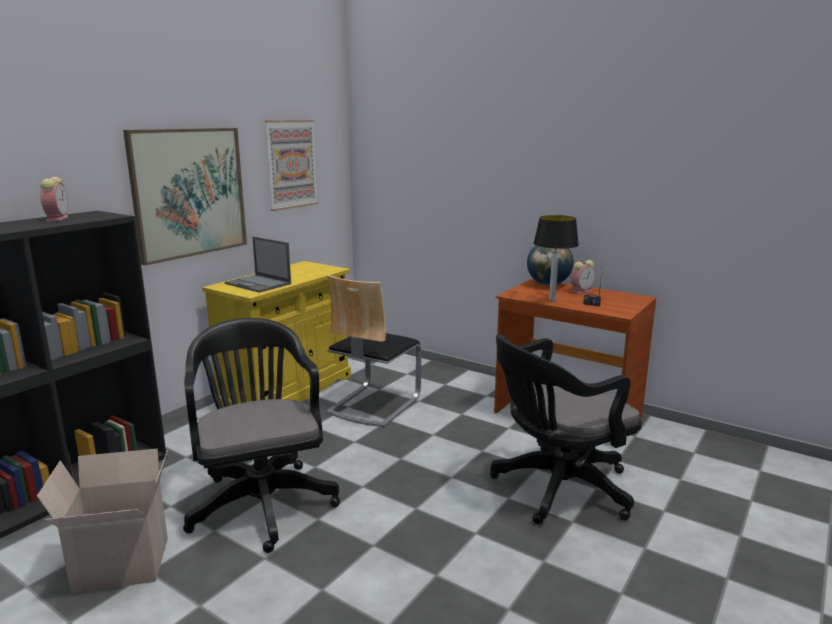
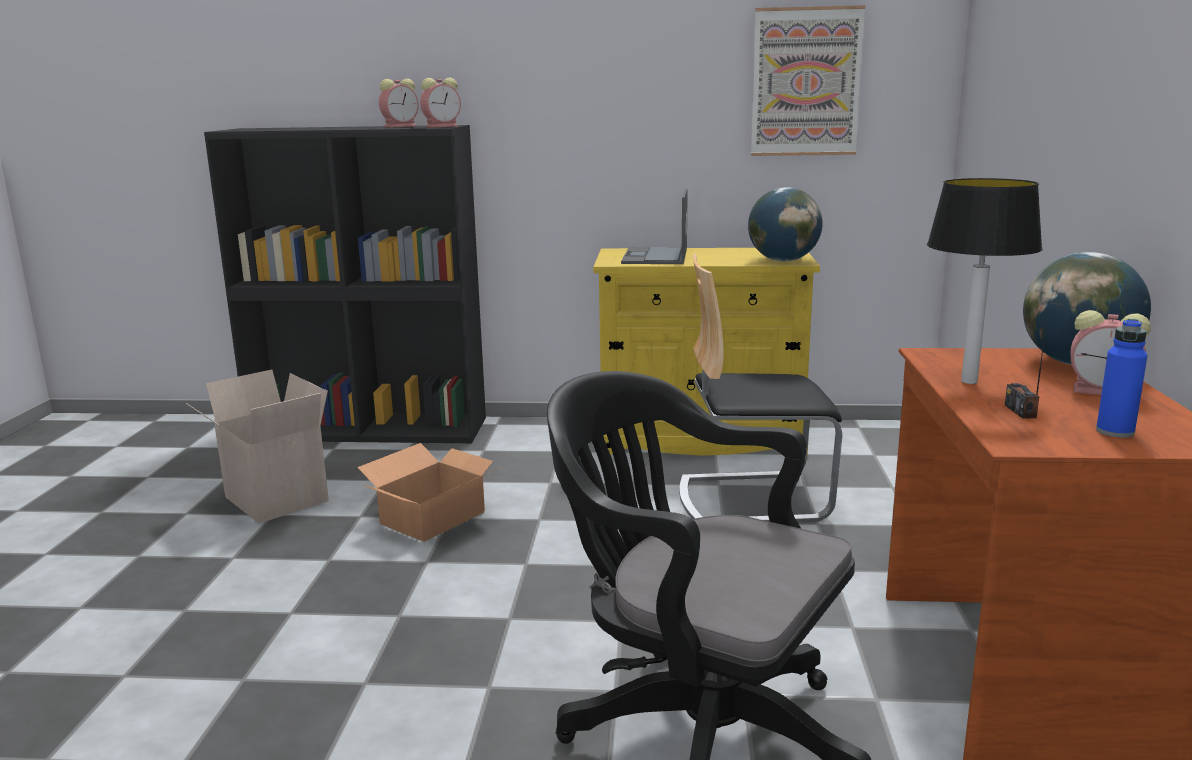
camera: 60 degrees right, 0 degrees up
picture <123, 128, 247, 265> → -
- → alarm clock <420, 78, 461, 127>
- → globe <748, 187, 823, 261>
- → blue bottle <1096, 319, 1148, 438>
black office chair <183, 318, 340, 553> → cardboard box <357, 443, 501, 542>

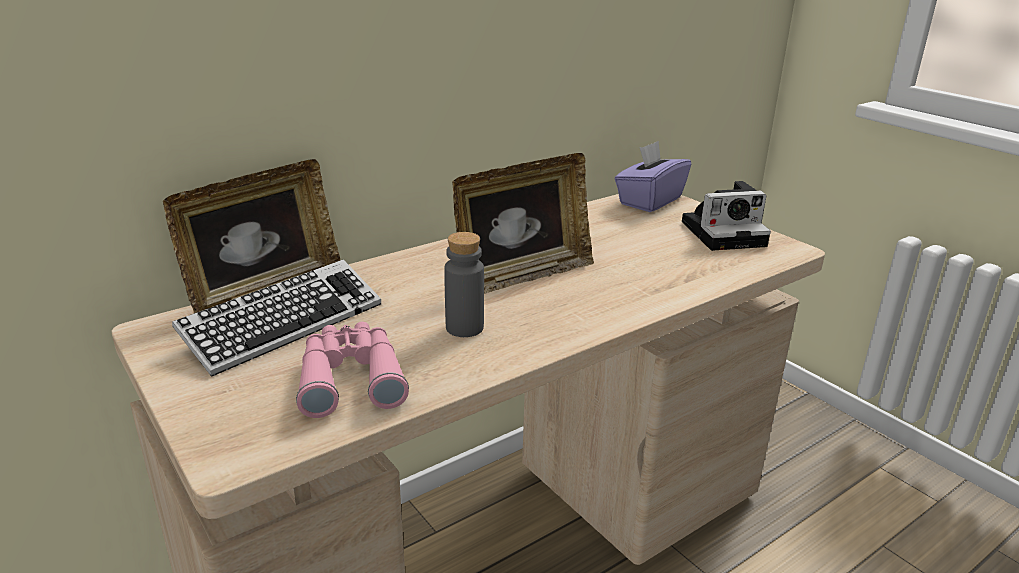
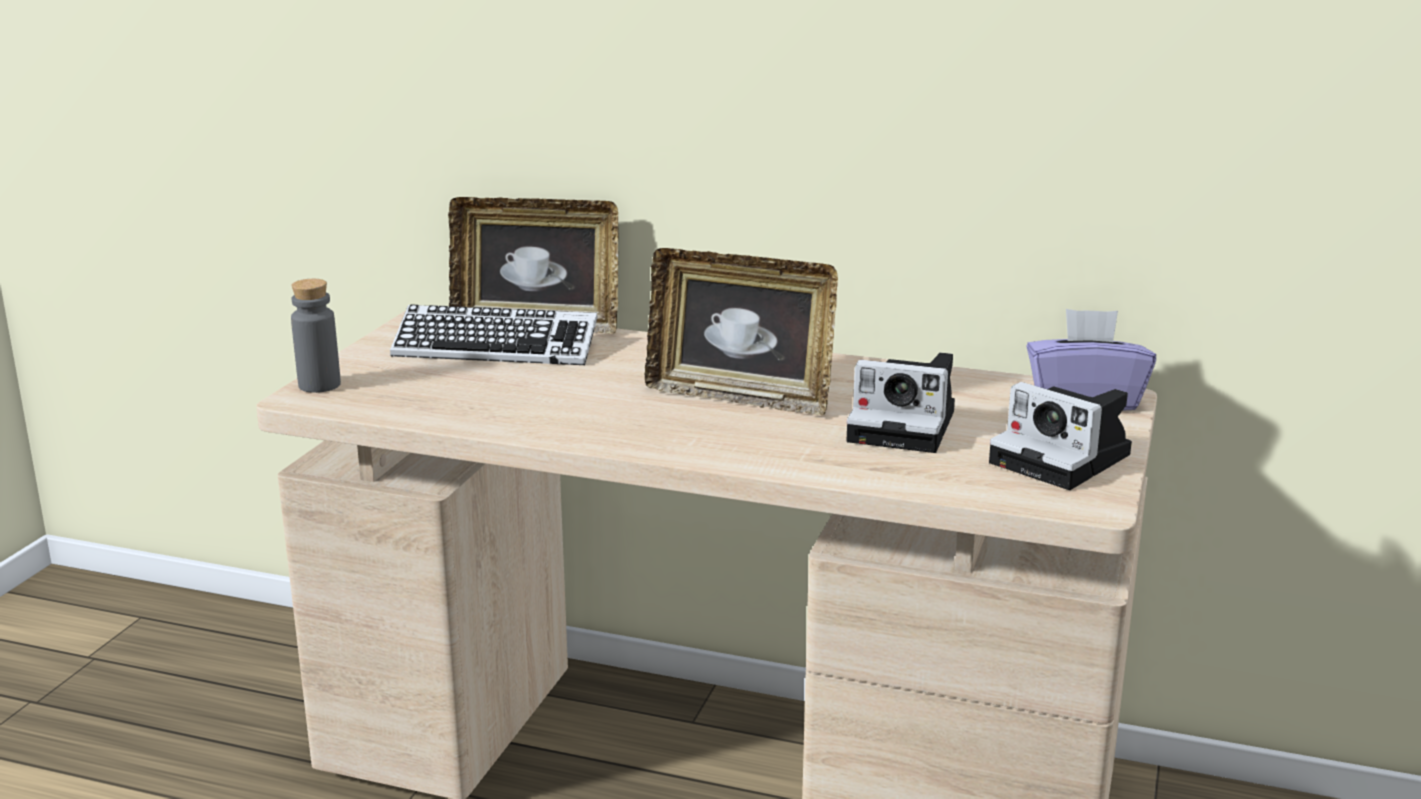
camera: 55 degrees right, 5 degrees down
pink binoculars <296, 322, 409, 418> → -
- → photo camera <846, 353, 955, 453>
grey bottle <444, 232, 484, 337> → grey bottle <291, 279, 341, 393>, shifted

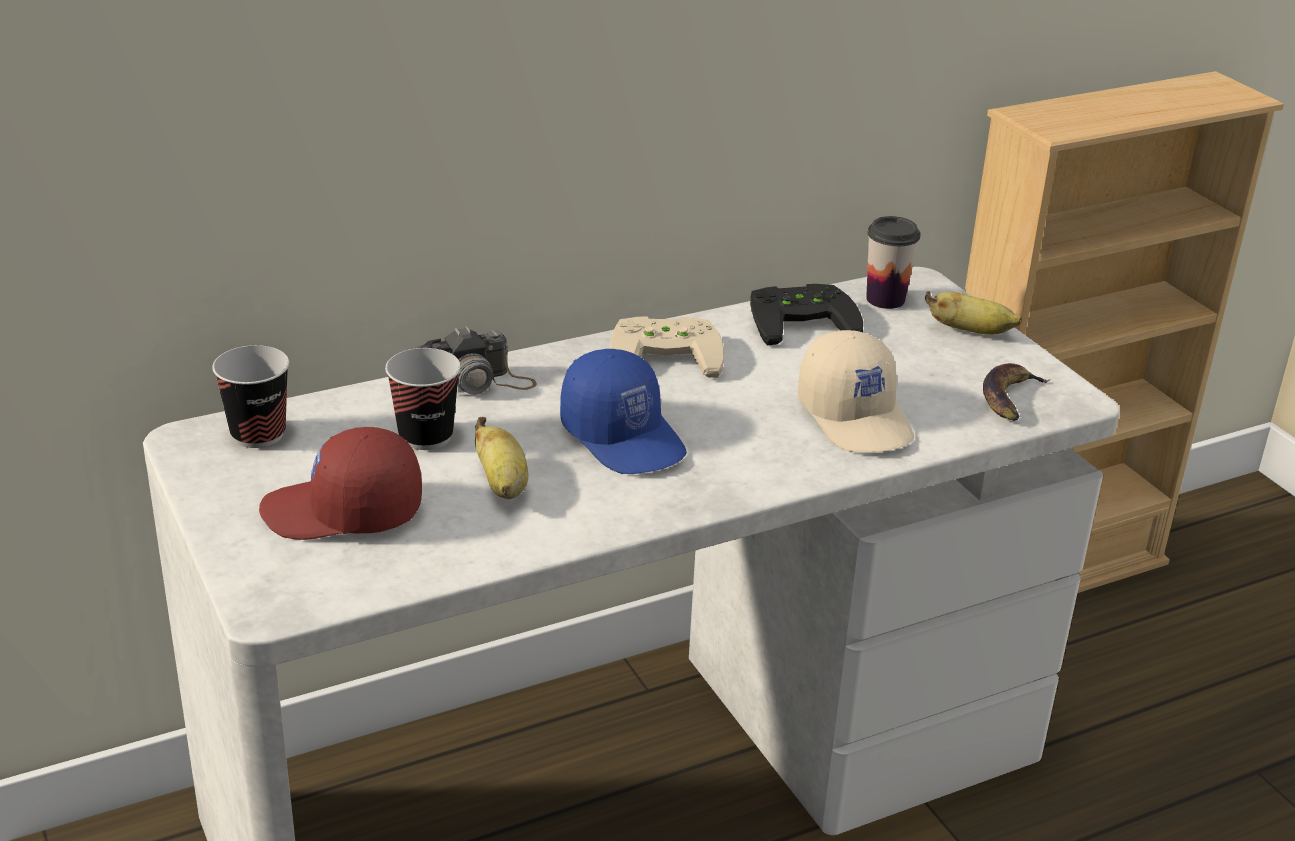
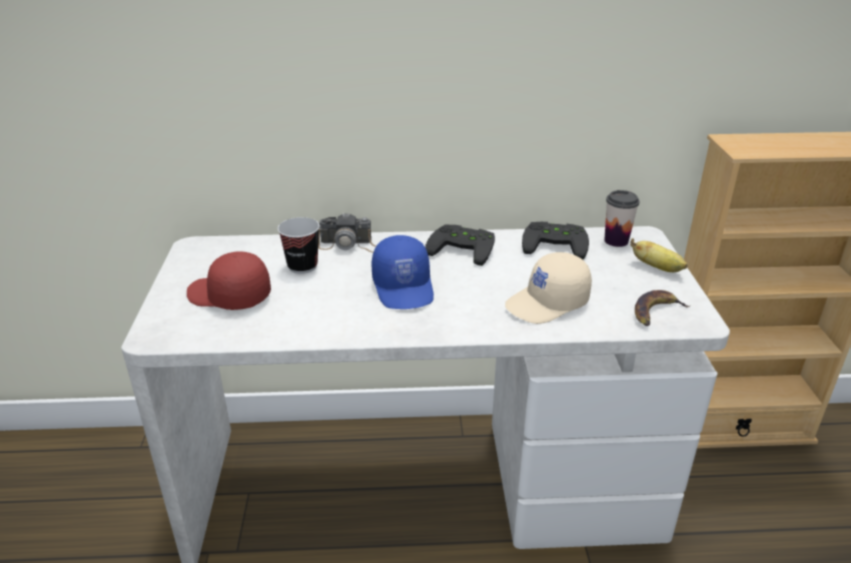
camera: 25 degrees right, 0 degrees up
cup <212, 345, 289, 448> → -
banana <475, 417, 528, 499> → -
beige game controller <610, 316, 724, 378> → black game controller <425, 225, 495, 266>
beige cap <798, 330, 914, 452> → beige cap <505, 252, 592, 324>, 60 degrees clockwise

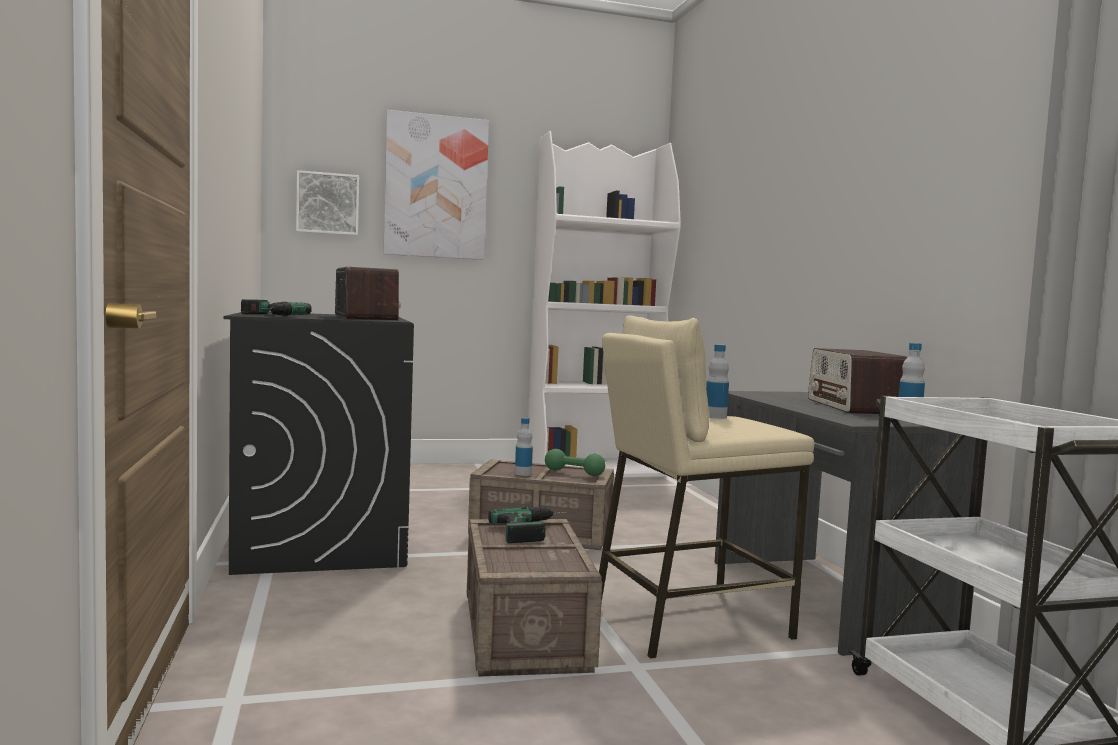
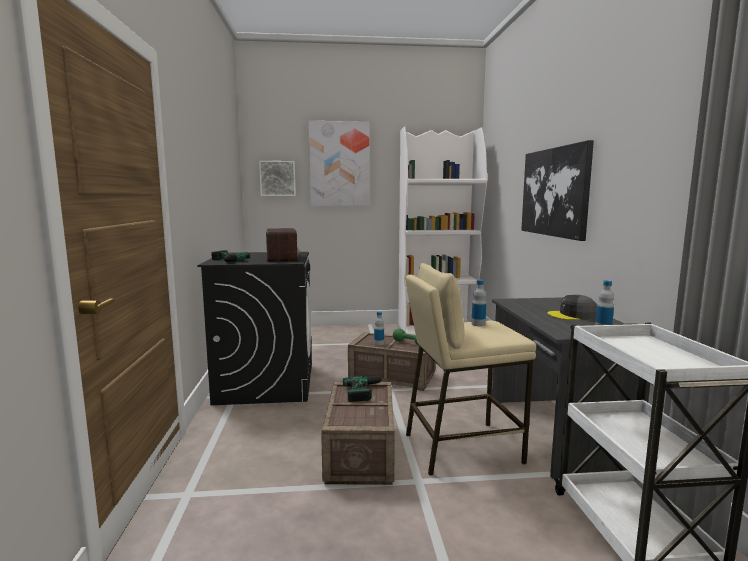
camera: 10 degrees right, 5 degrees up
- → picture <521, 140, 594, 241>
radio <808, 348, 908, 414> → grey cap <547, 295, 597, 320>

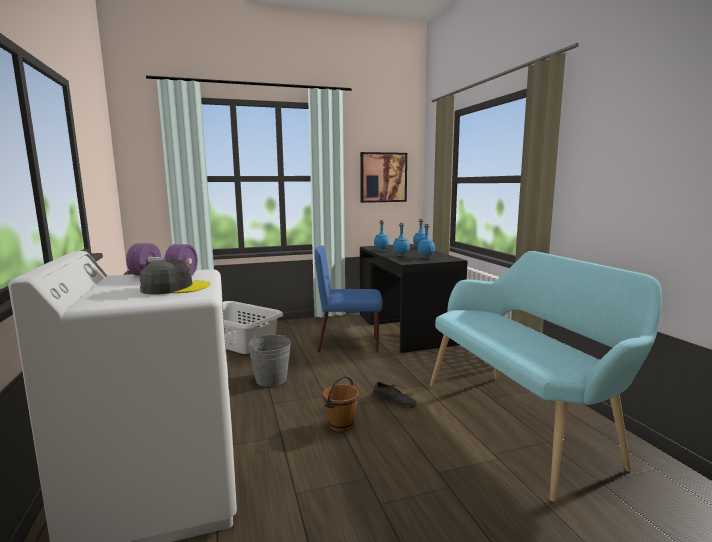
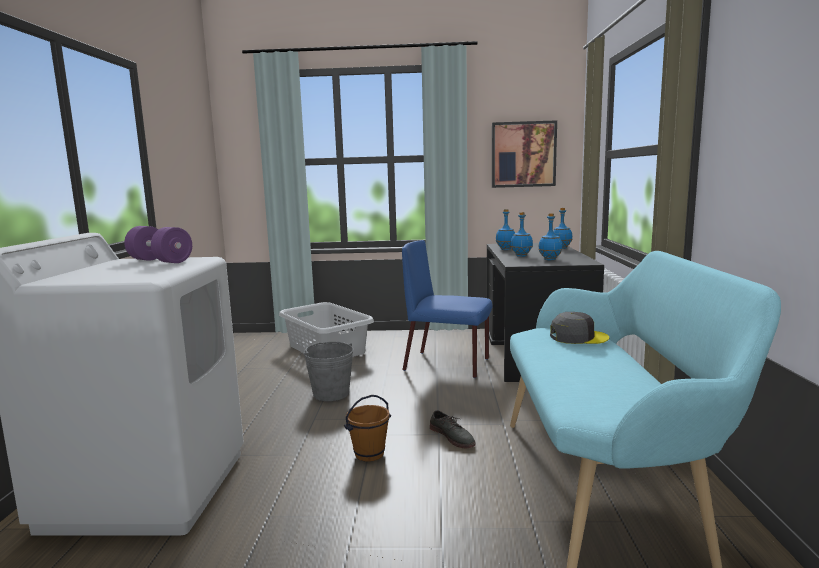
camera: 20 degrees right, 0 degrees up
grey cap <139, 259, 211, 295> → grey cap <550, 312, 609, 344>, shifted

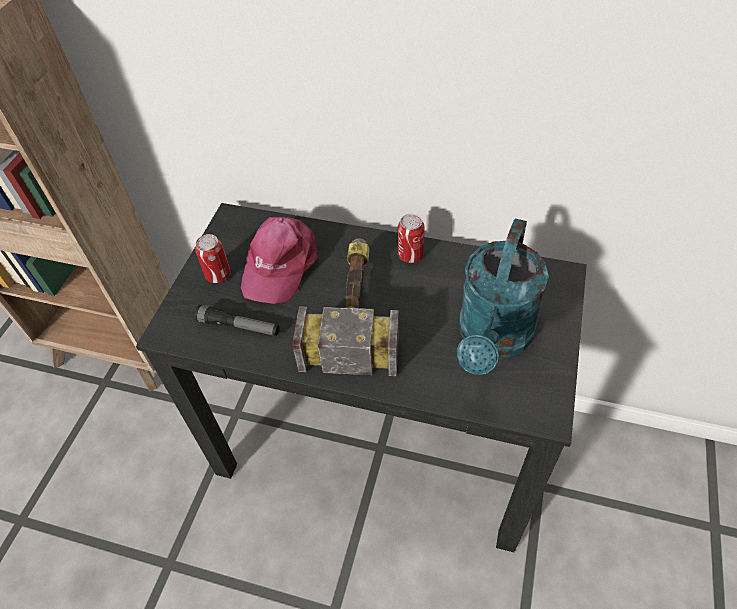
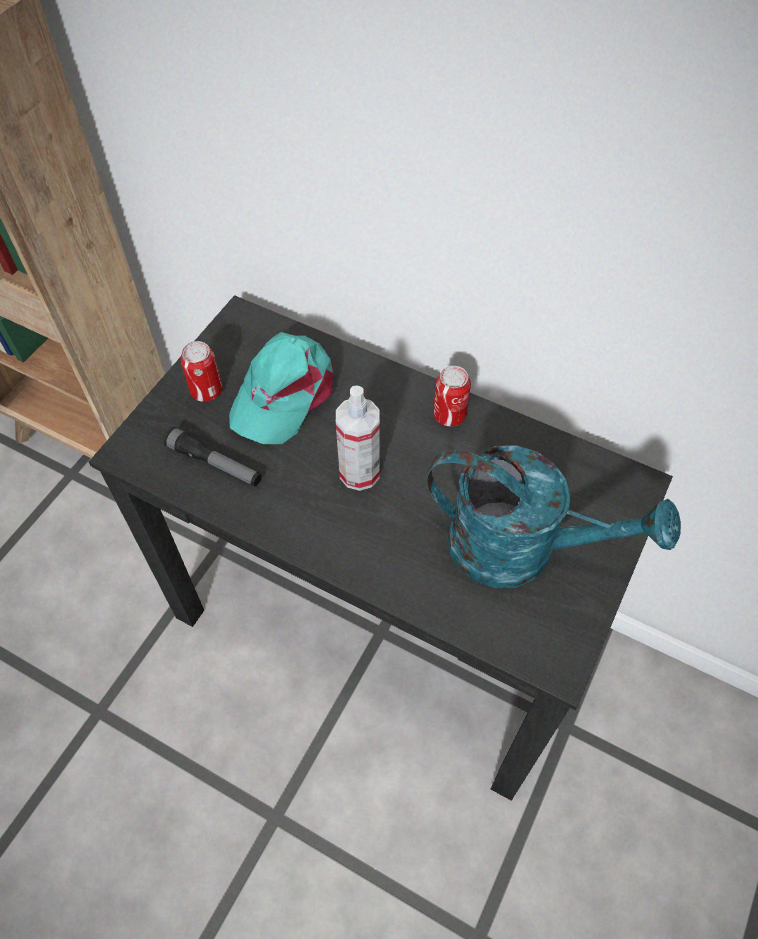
camera: 10 degrees right, 5 degrees up
hammer <292, 238, 399, 376> → spray bottle <336, 386, 380, 491>
pink cap <241, 217, 318, 304> → turquoise cap <229, 332, 333, 444>
turquoise watering can <457, 219, 549, 375> → turquoise watering can <426, 445, 681, 588>, 105 degrees counterclockwise

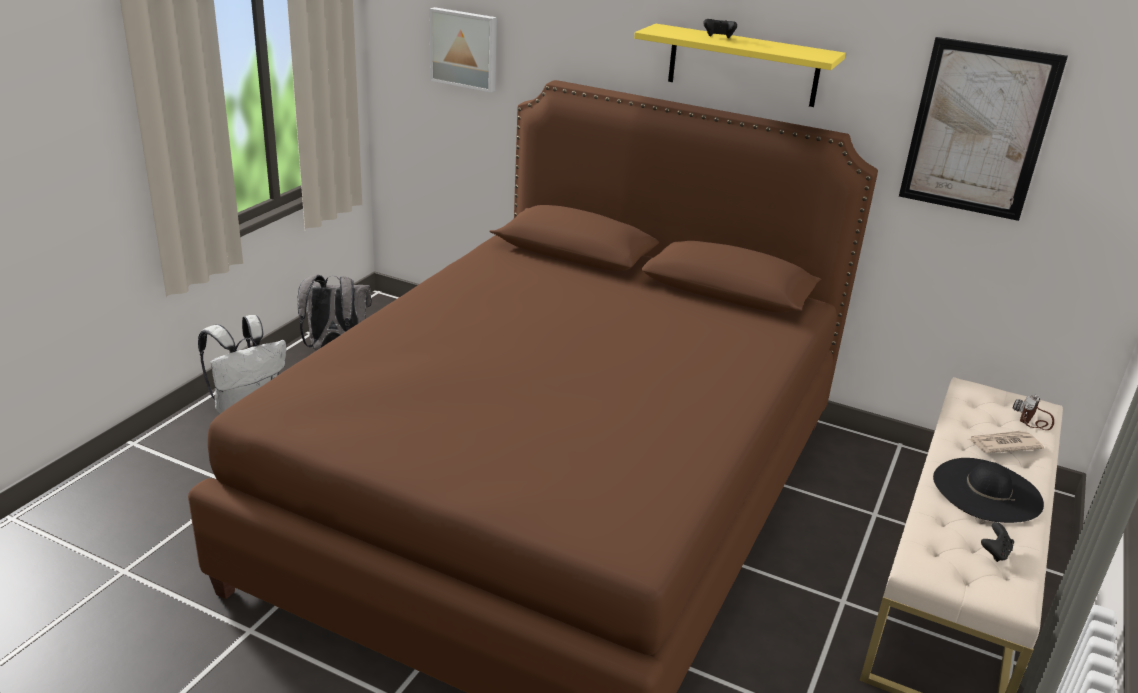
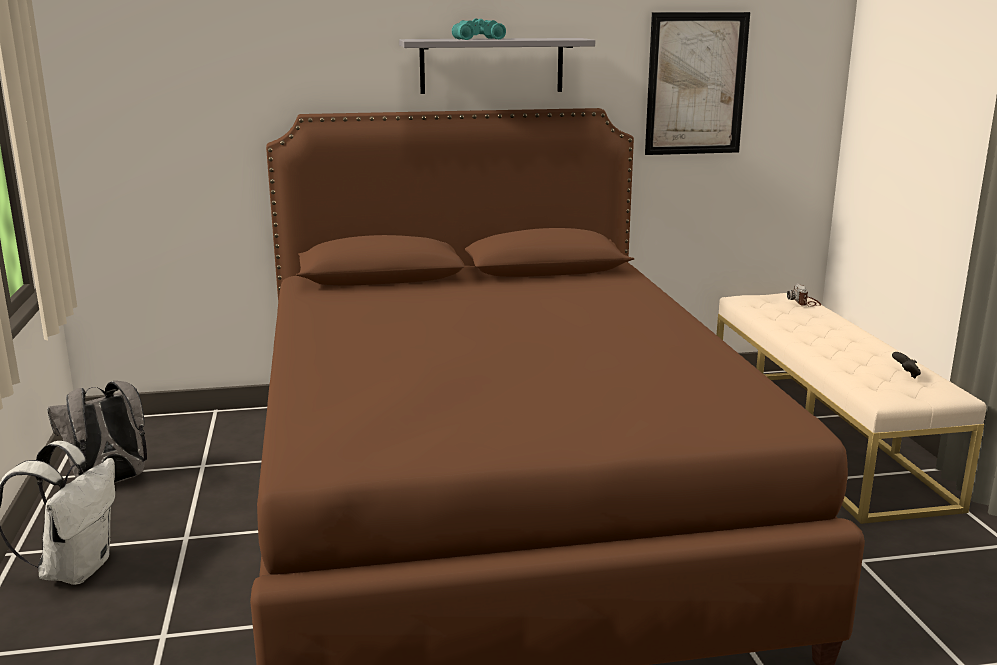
camera: 35 degrees left, 10 degrees down
picture <430, 7, 497, 92> → -
black hat <933, 458, 1044, 523> → -
newspaper <968, 431, 1044, 453> → -
black game controller <703, 19, 737, 38> → turquoise binoculars <452, 18, 506, 40>
yellow shelf <634, 24, 846, 107> → grey shelf <399, 38, 595, 94>

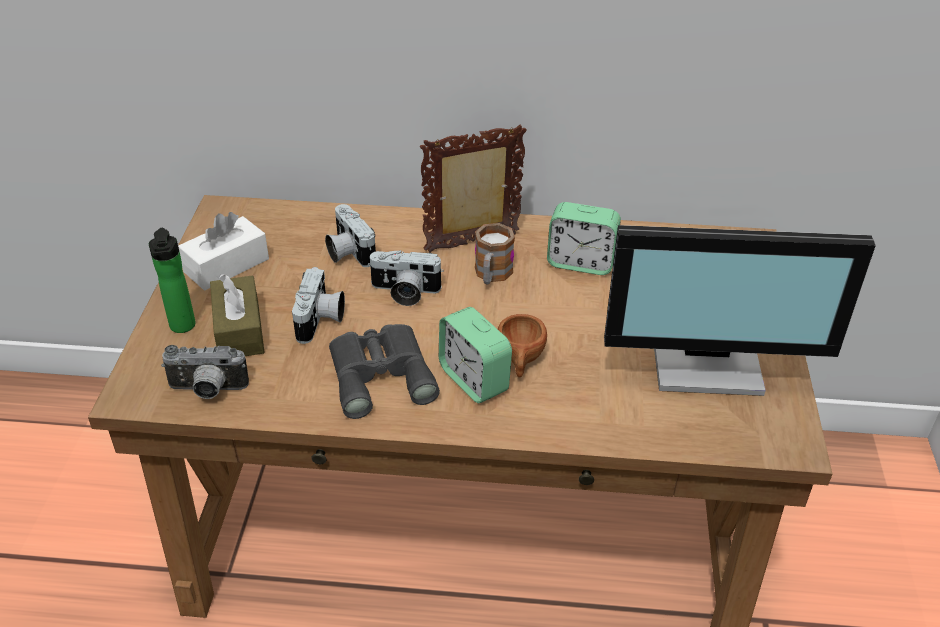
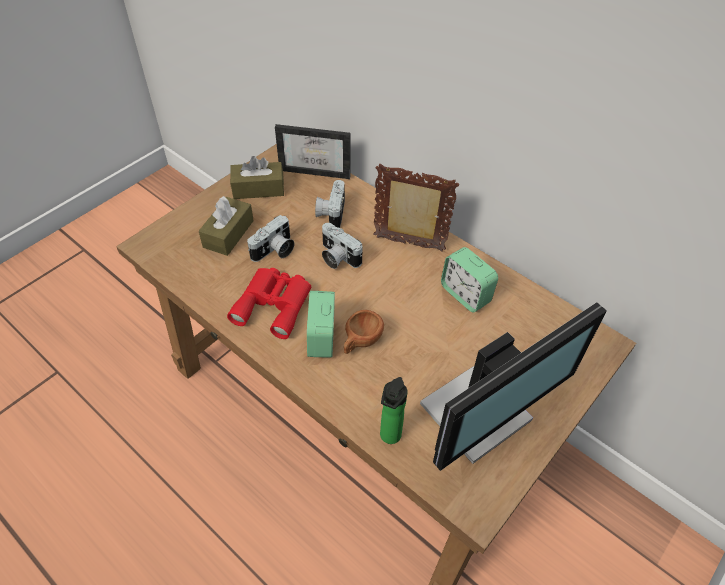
camera: 35 degrees right, 10 degrees up
photo camera <161, 345, 249, 399> → -
mug <475, 223, 515, 284> → -
- → picture frame <275, 124, 351, 179>
bottle <149, 228, 196, 333> → bottle <380, 377, 408, 444>, shifted
white tissue box <178, 212, 269, 291> → brown tissue box <230, 156, 284, 199>
grey binoculars <329, 324, 440, 419> → red binoculars <227, 268, 311, 339>
monitor <604, 225, 876, 396> → monitor <420, 302, 607, 471>, 75 degrees counterclockwise

